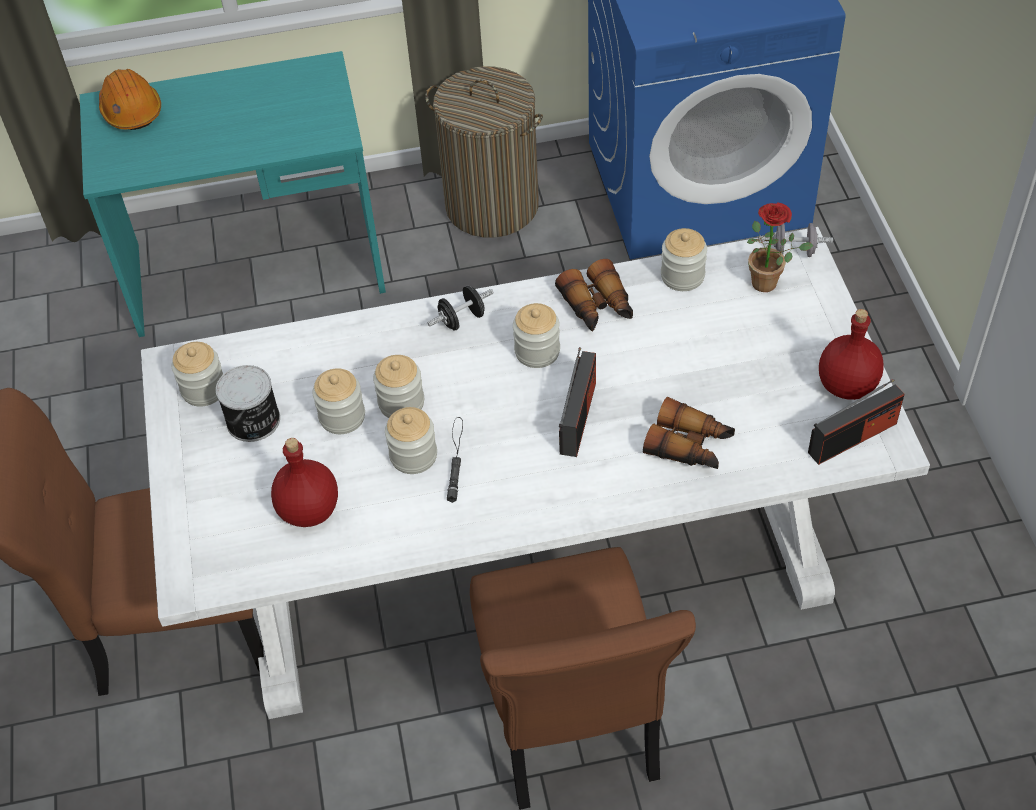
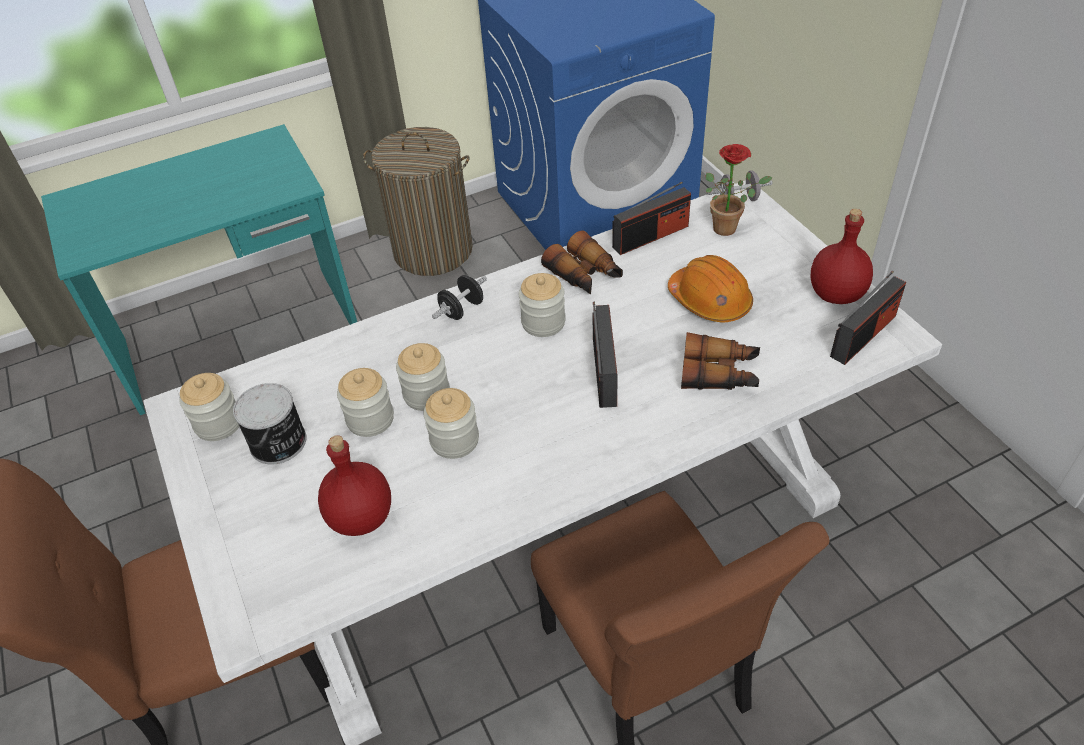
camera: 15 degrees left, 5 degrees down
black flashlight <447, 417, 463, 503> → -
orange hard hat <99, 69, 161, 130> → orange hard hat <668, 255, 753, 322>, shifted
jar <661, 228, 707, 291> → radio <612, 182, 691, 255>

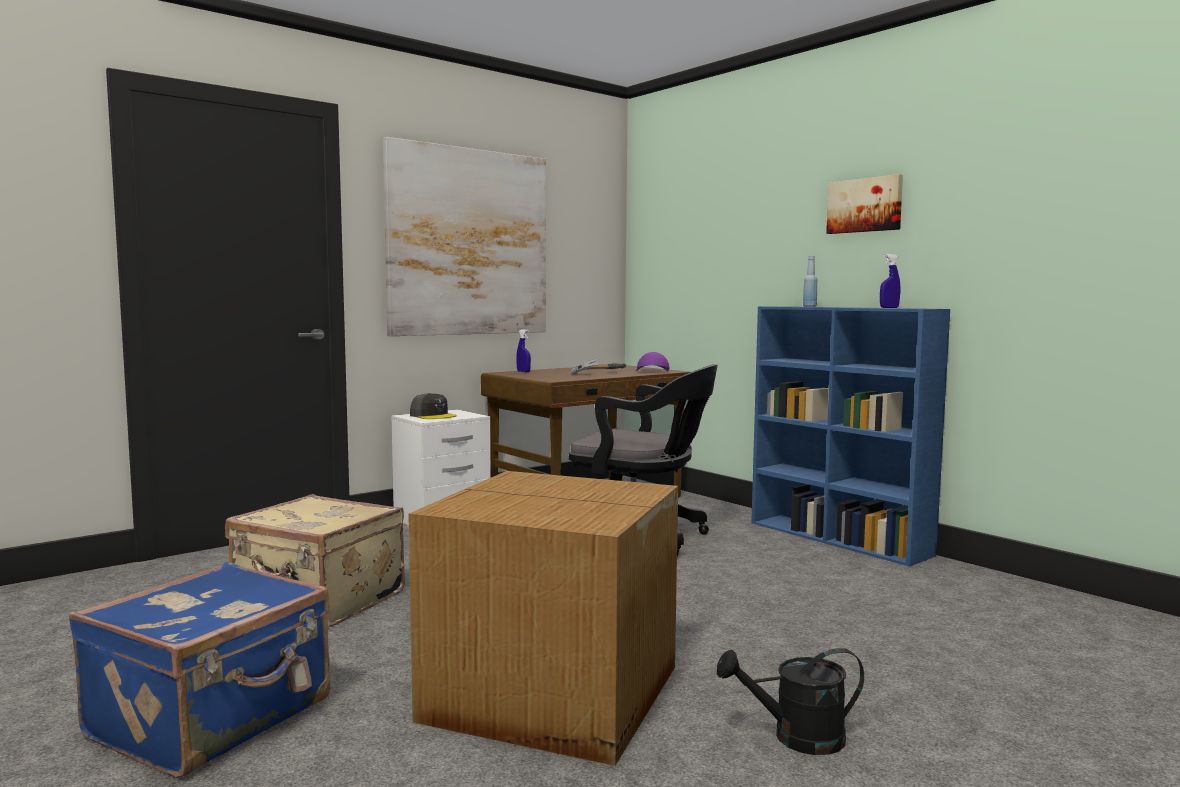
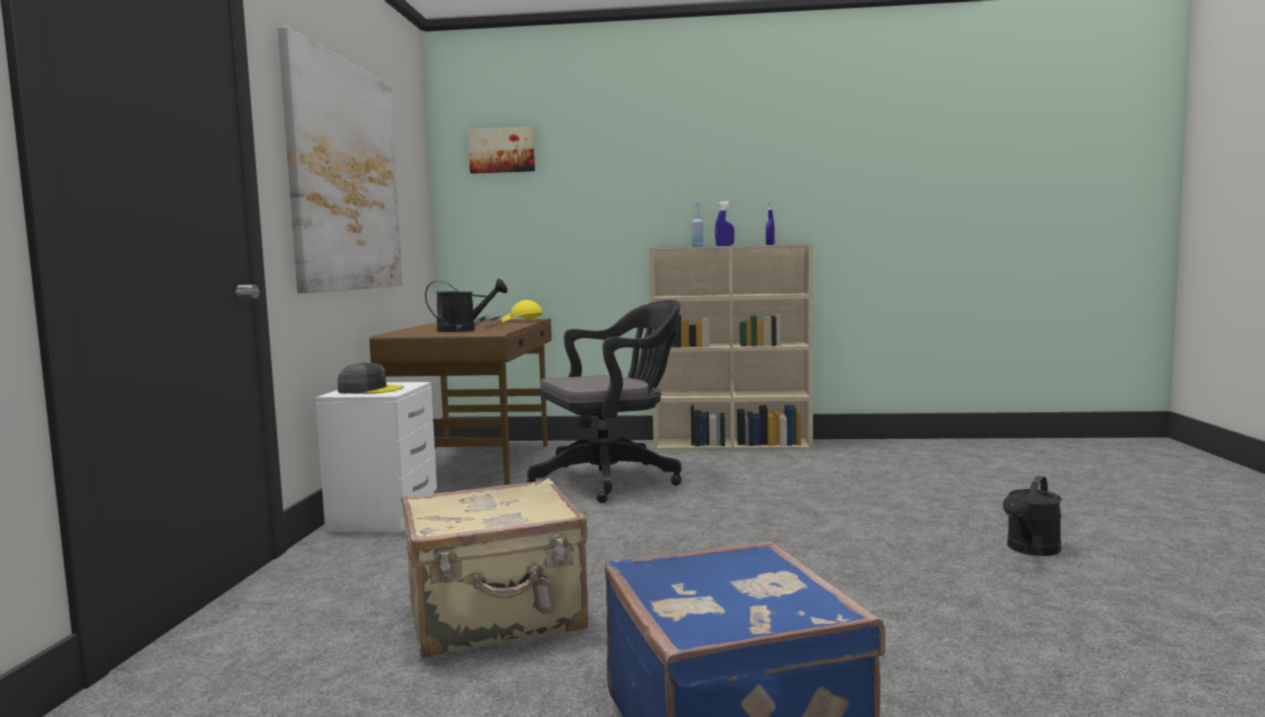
camera: 45 degrees left, 0 degrees up
cardboard box <408, 471, 678, 766> → -
- → black watering can <425, 279, 508, 332>
blue spray bottle <516, 330, 531, 372> → blue spray bottle <715, 201, 734, 246>, shifted
picture <826, 174, 903, 234> → picture <468, 127, 535, 174>, shifted
purple cap <637, 352, 669, 371> → yellow cap <502, 300, 543, 322>
blue bookcase <751, 306, 950, 567> → beige bookcase <649, 244, 813, 450>

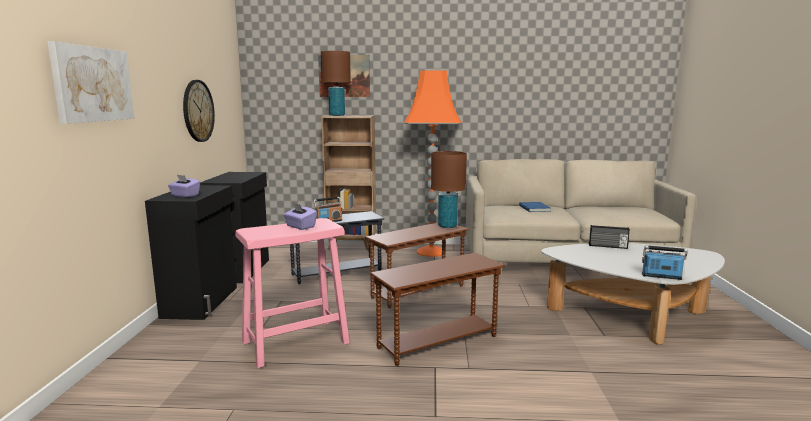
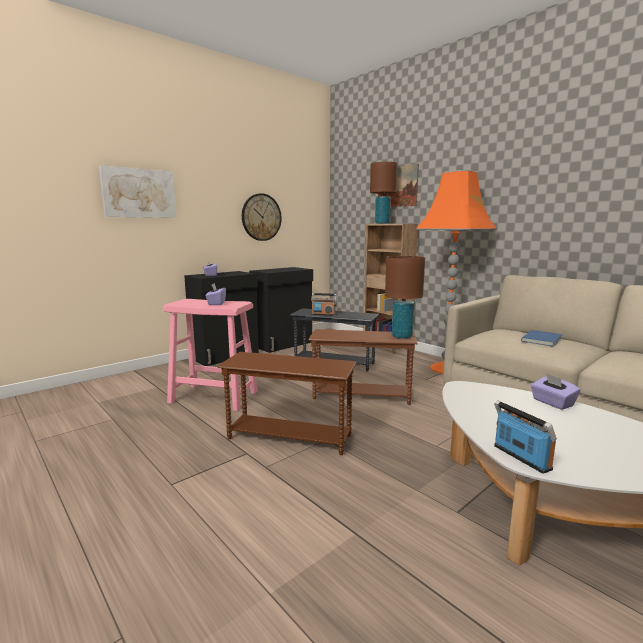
camera: 45 degrees right, 0 degrees up
radio <589, 225, 630, 249> → purple tissue box <531, 373, 580, 410>

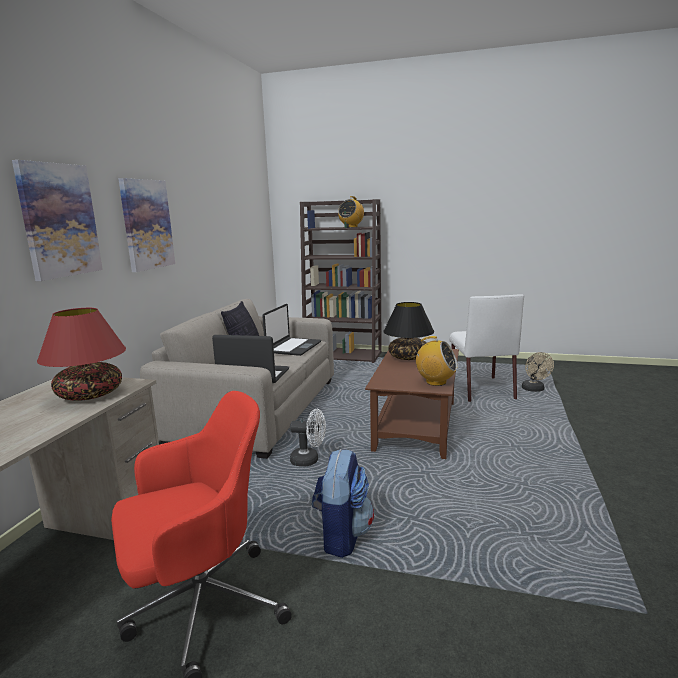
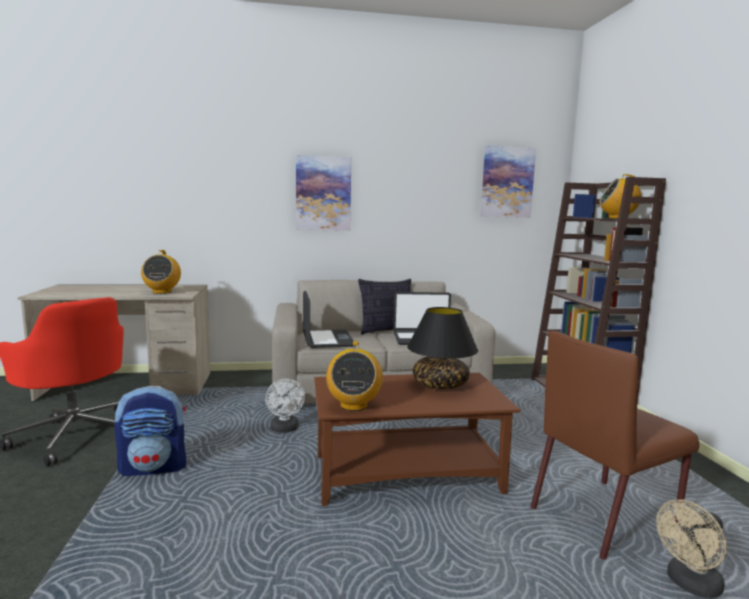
camera: 65 degrees right, 5 degrees down
picture <12, 160, 103, 281> → picture <481, 145, 536, 218>, shifted
red table lamp <37, 308, 126, 401> → radio <141, 250, 181, 294>
white chair <449, 294, 524, 402> → brown chair <531, 331, 699, 560>

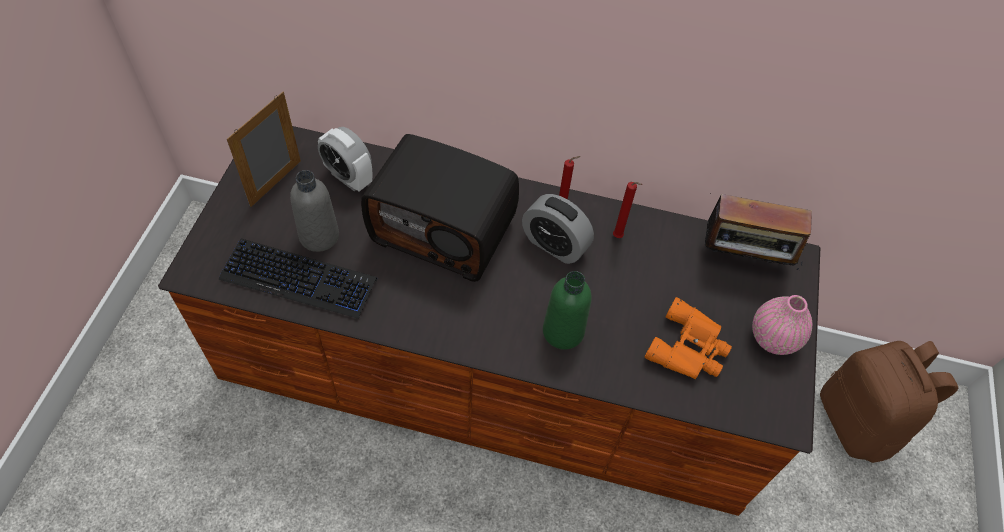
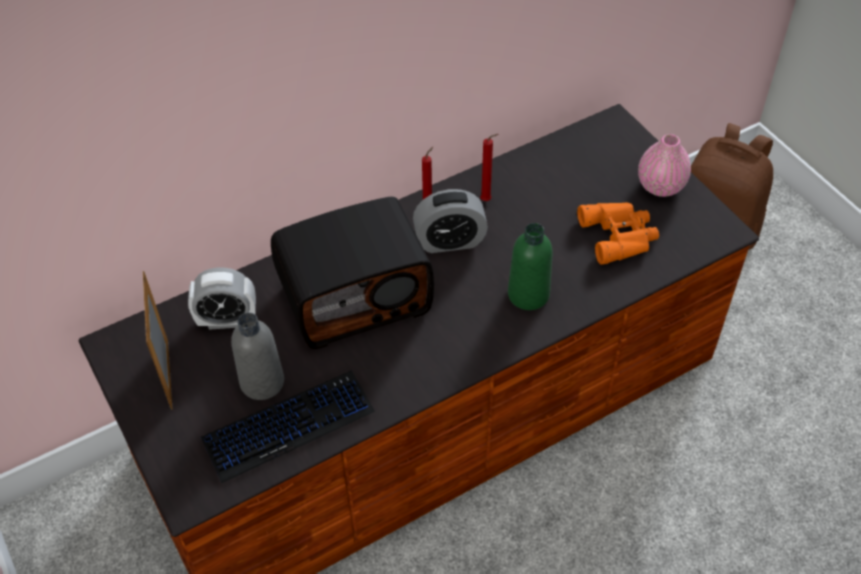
camera: 40 degrees left, 5 degrees down
radio <705, 194, 812, 270> → -

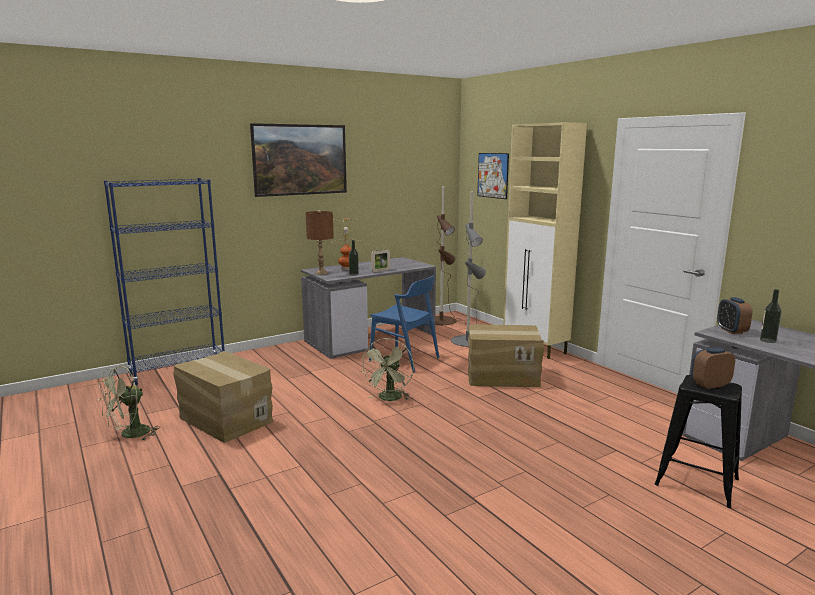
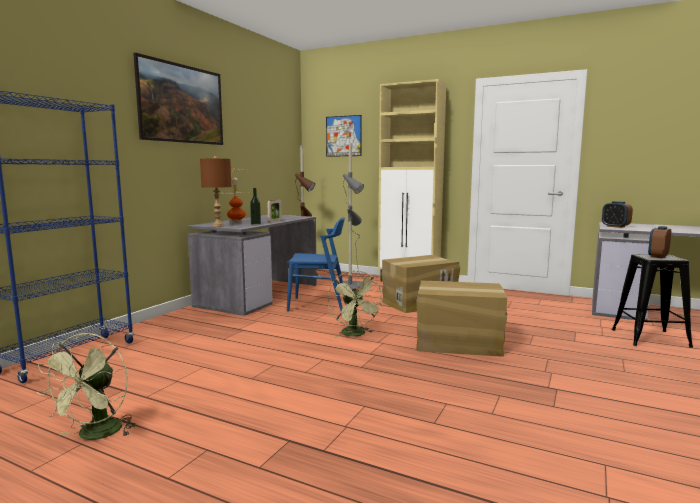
camera: 30 degrees left, 5 degrees down
bottle <760, 289, 782, 343> → -
cardboard box <173, 351, 273, 443> → cardboard box <416, 281, 507, 357>, shifted

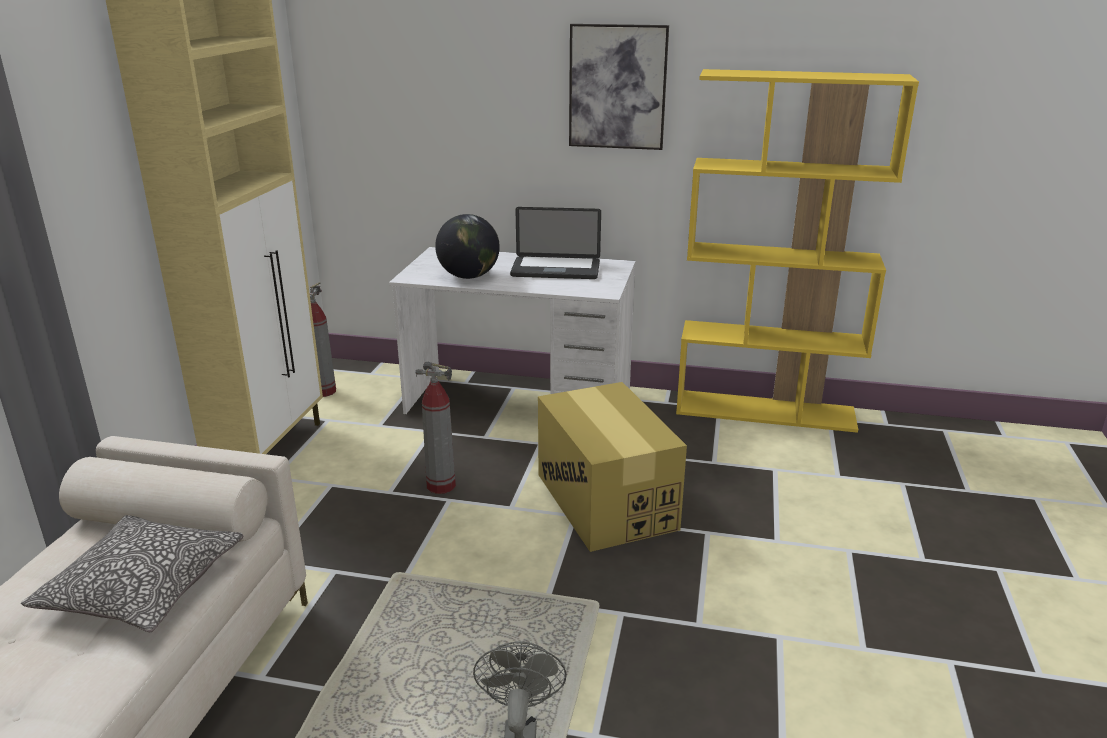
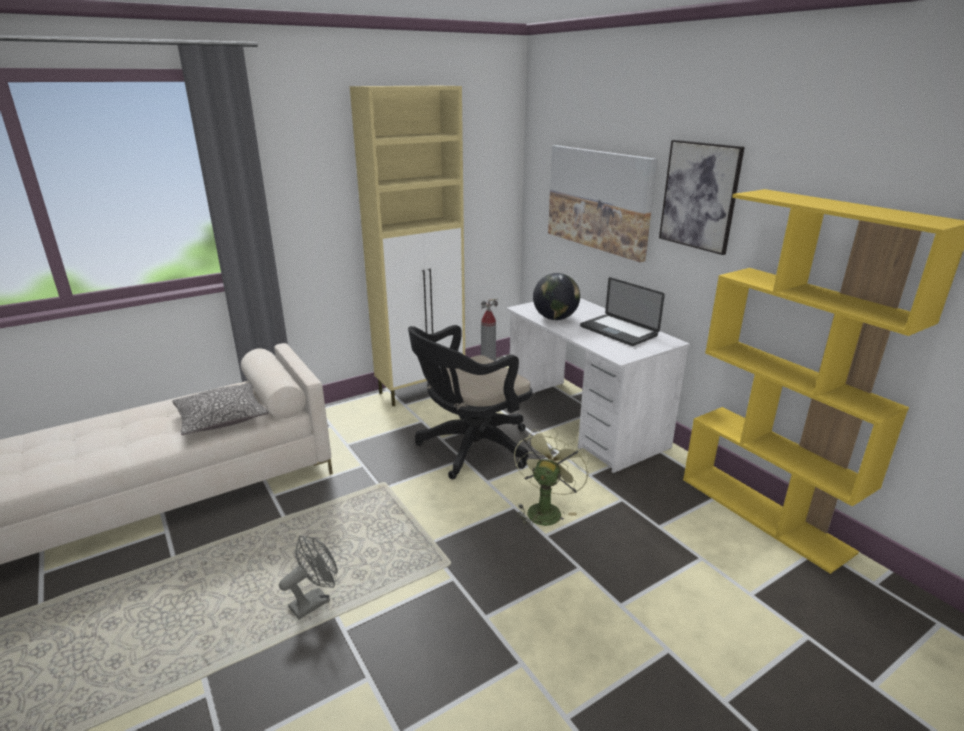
camera: 45 degrees right, 0 degrees up
- → picture <548, 145, 658, 262>
fire extinguisher <415, 362, 456, 494> → black office chair <408, 325, 532, 479>
cardboard box <538, 382, 687, 552> → green fan <514, 428, 589, 529>

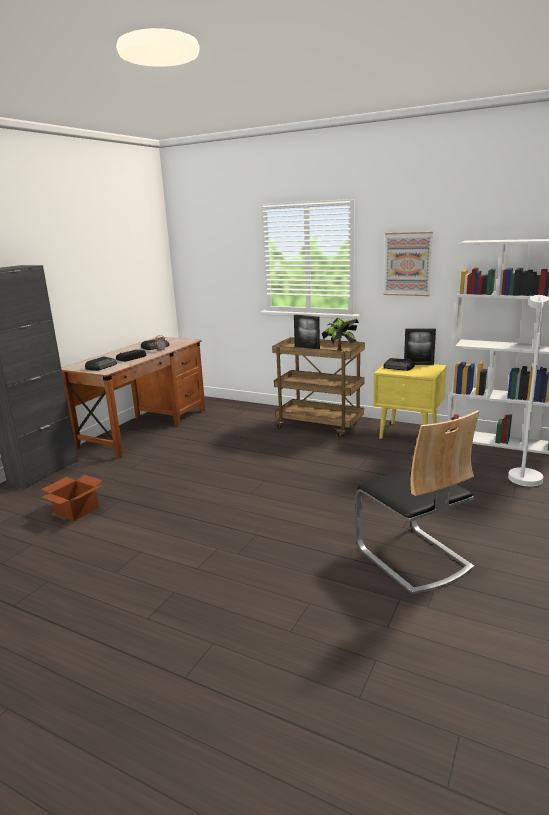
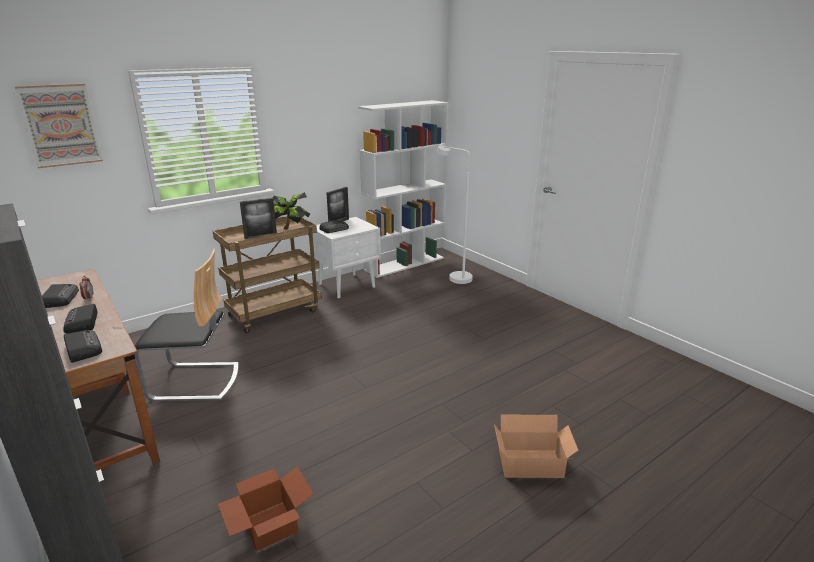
camera: 65 degrees left, 5 degrees up
- → cardboard box <494, 415, 578, 478>
chair <355, 410, 480, 594> → chair <134, 249, 239, 401>, shifted
picture <384, 232, 433, 296> → picture <15, 84, 103, 168>, shifted
yellow nightstand <373, 364, 447, 438> → white nightstand <313, 217, 381, 298>

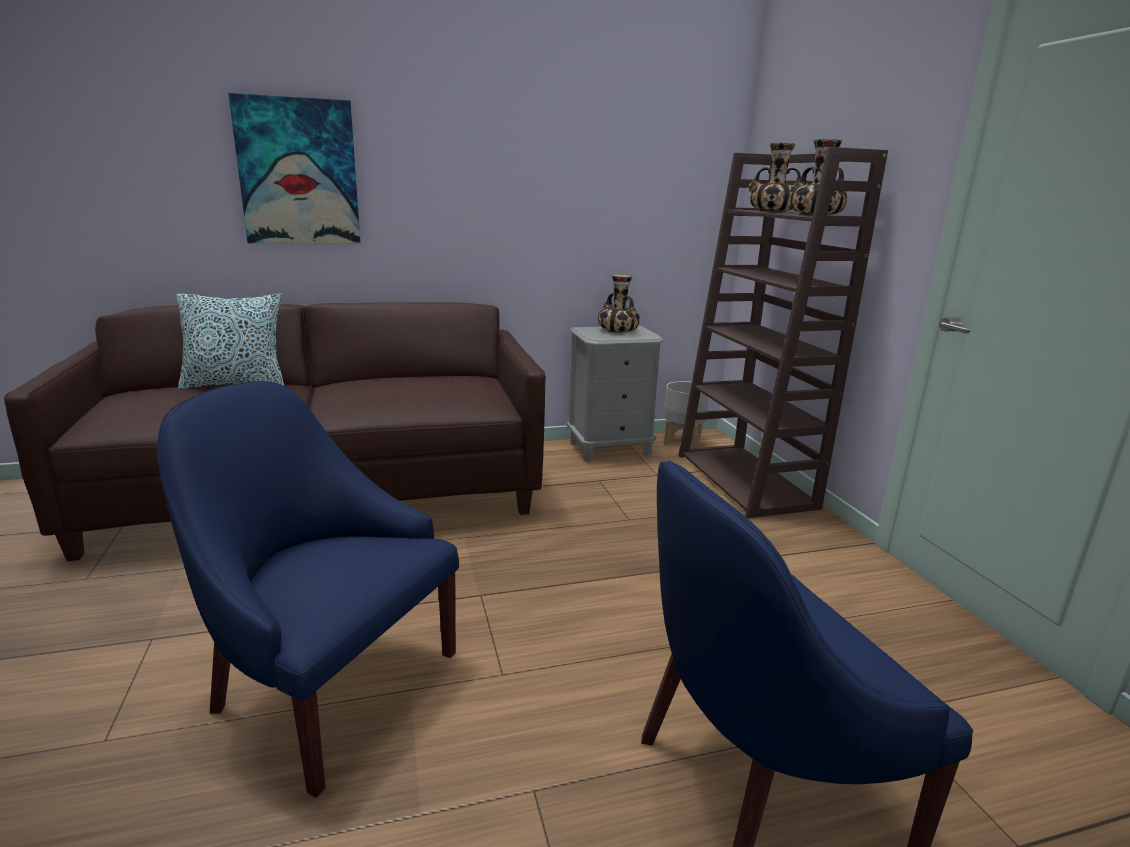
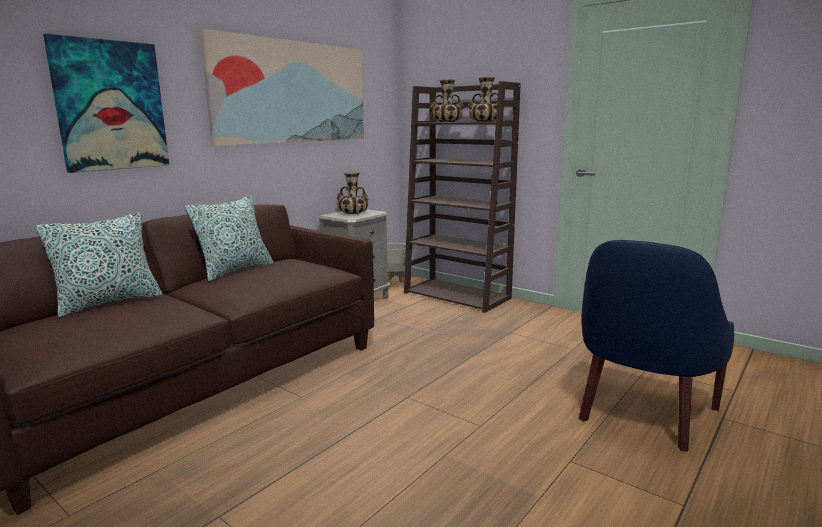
camera: 35 degrees left, 5 degrees down
blue armchair <157, 381, 459, 798> → -
- → pillow <185, 195, 273, 282>
- → picture <200, 29, 364, 146>

